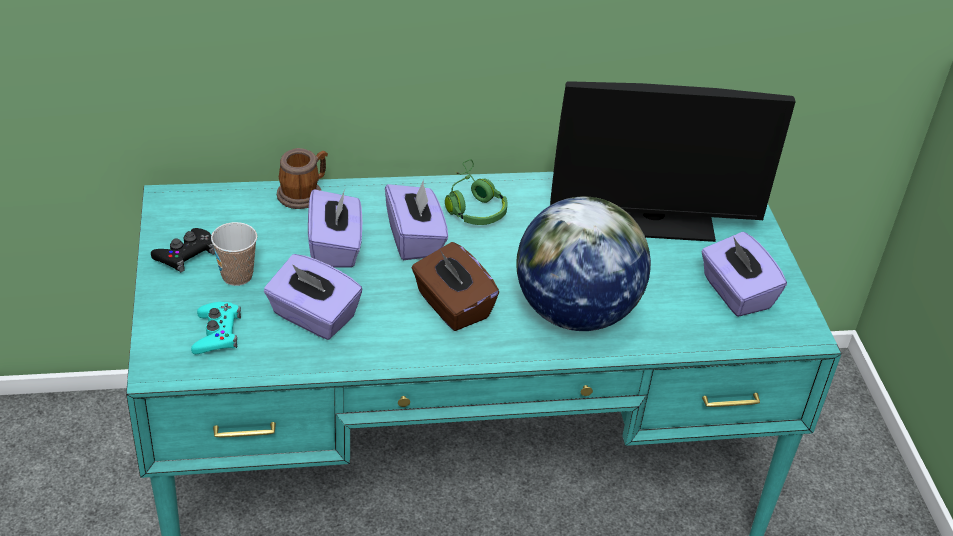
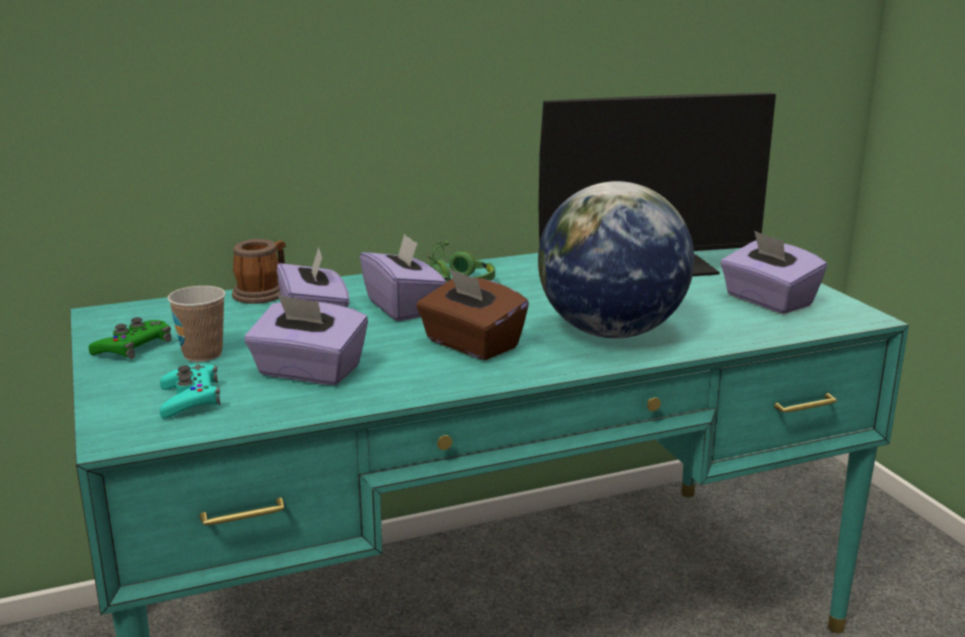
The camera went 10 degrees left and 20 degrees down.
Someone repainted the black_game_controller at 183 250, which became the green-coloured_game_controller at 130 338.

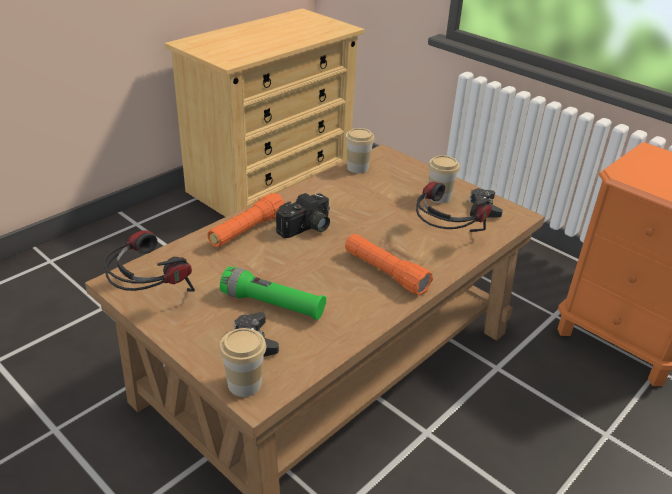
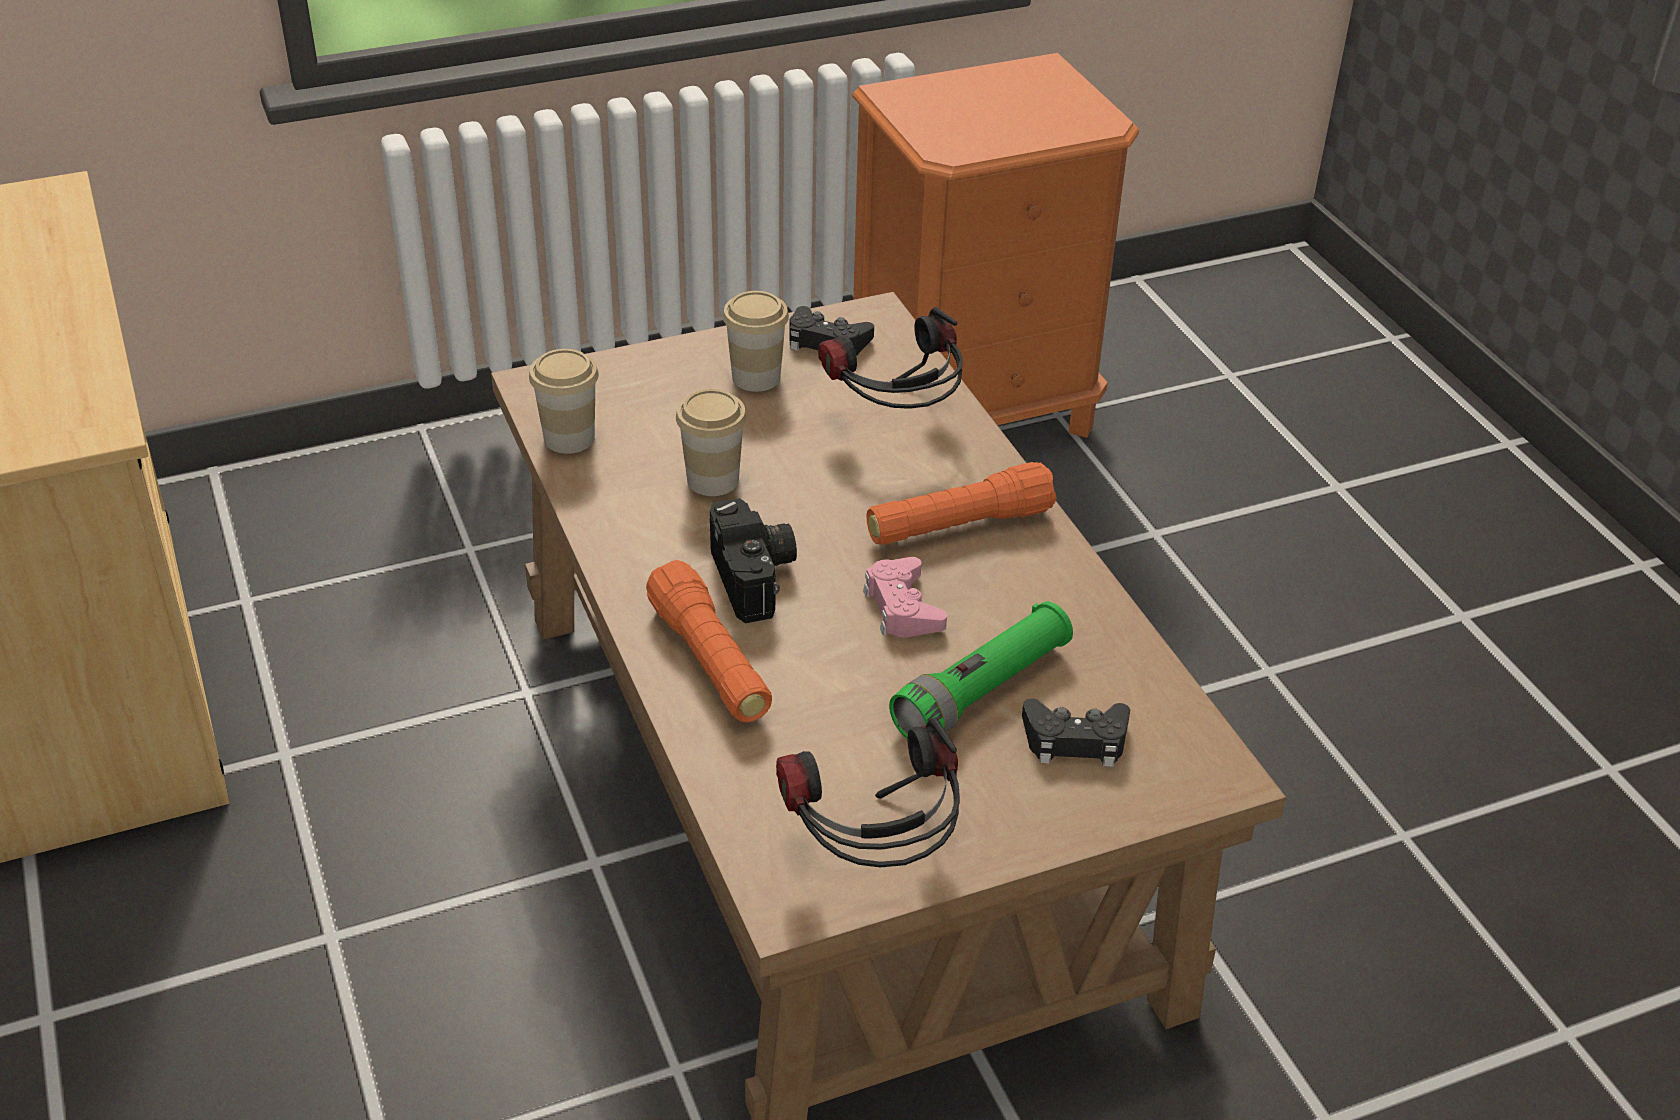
The camera went 65 degrees left and 5 degrees up.
Someone carried the cup from 242 362 to 711 442.
Someone put down the pink_game_controller at 905 597.

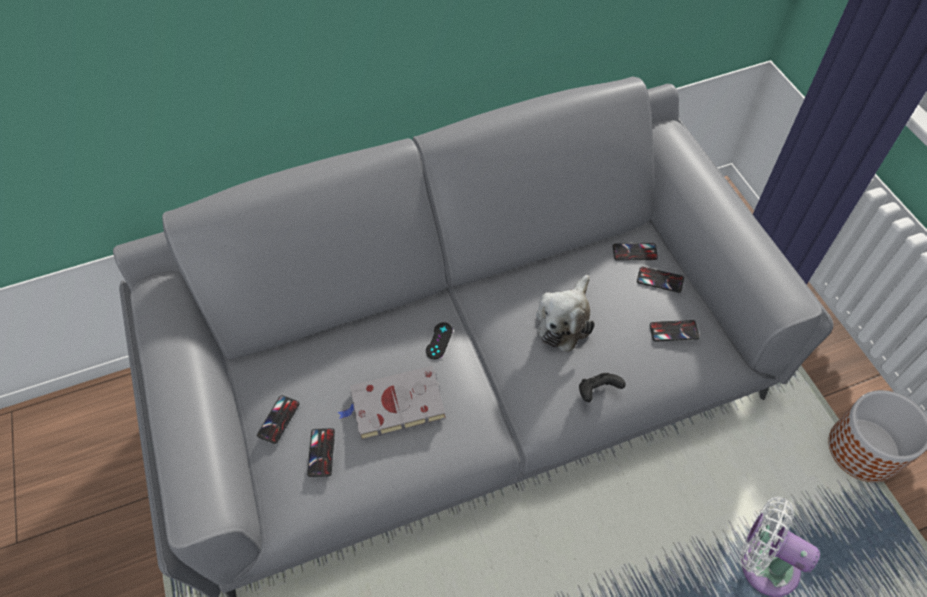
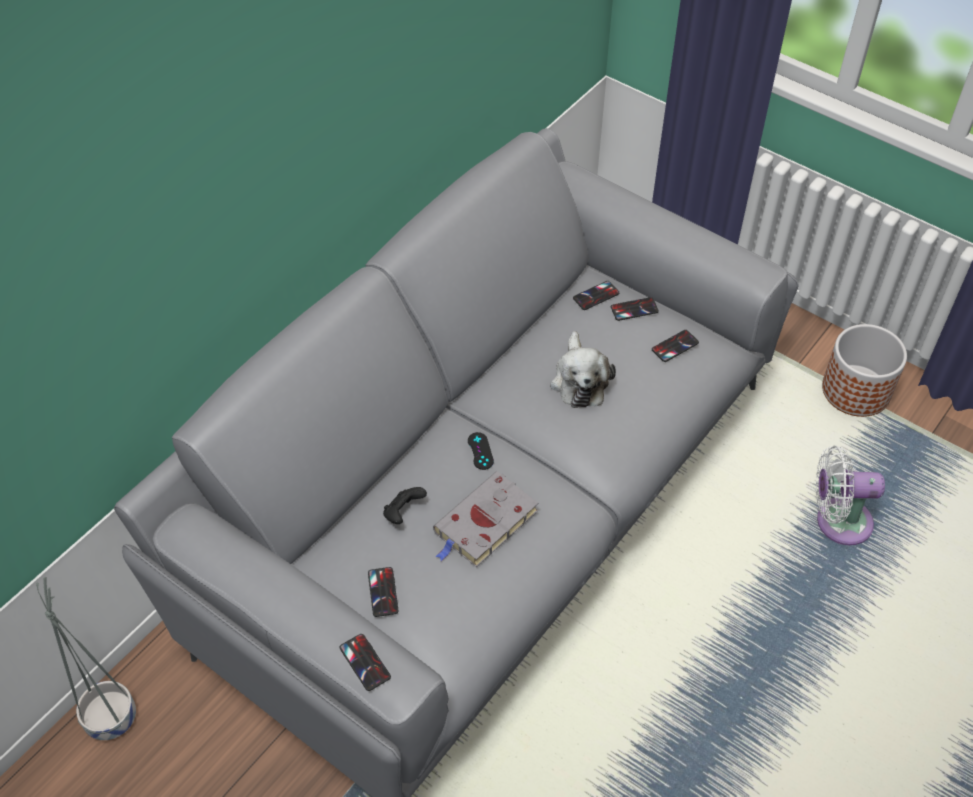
The camera went 35 degrees left and 5 degrees down.
Someone carried the handset from 321 452 to 365 662.
Someone carried the black_game_controller from 602 387 to 405 505.
Someone put down the gray_flower_pot at 86 658.

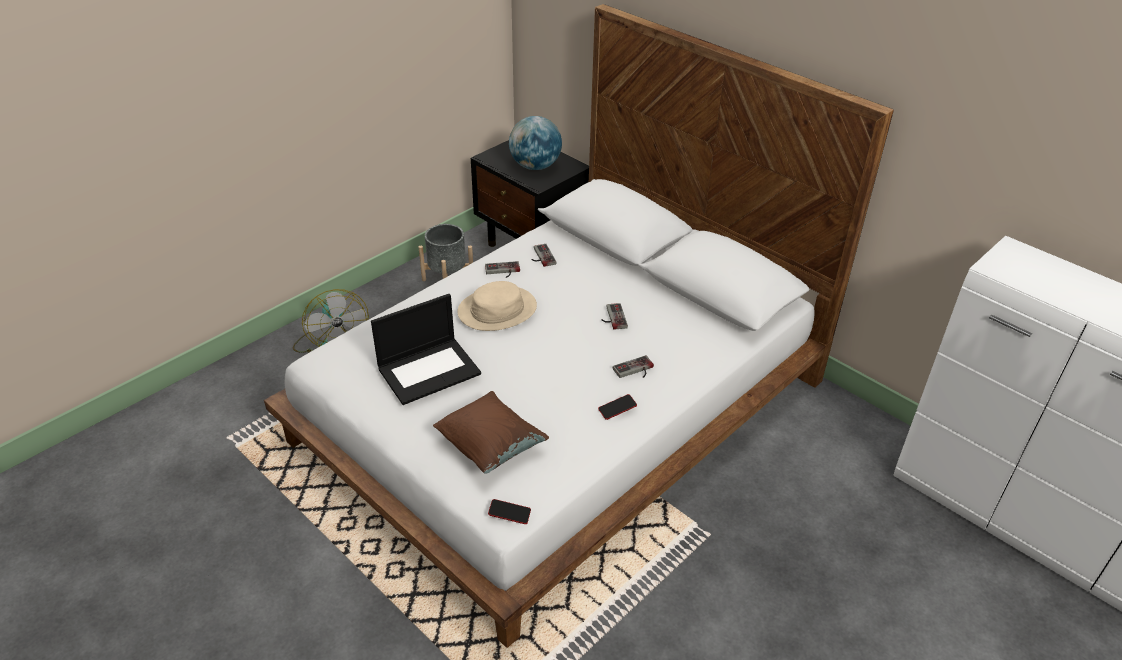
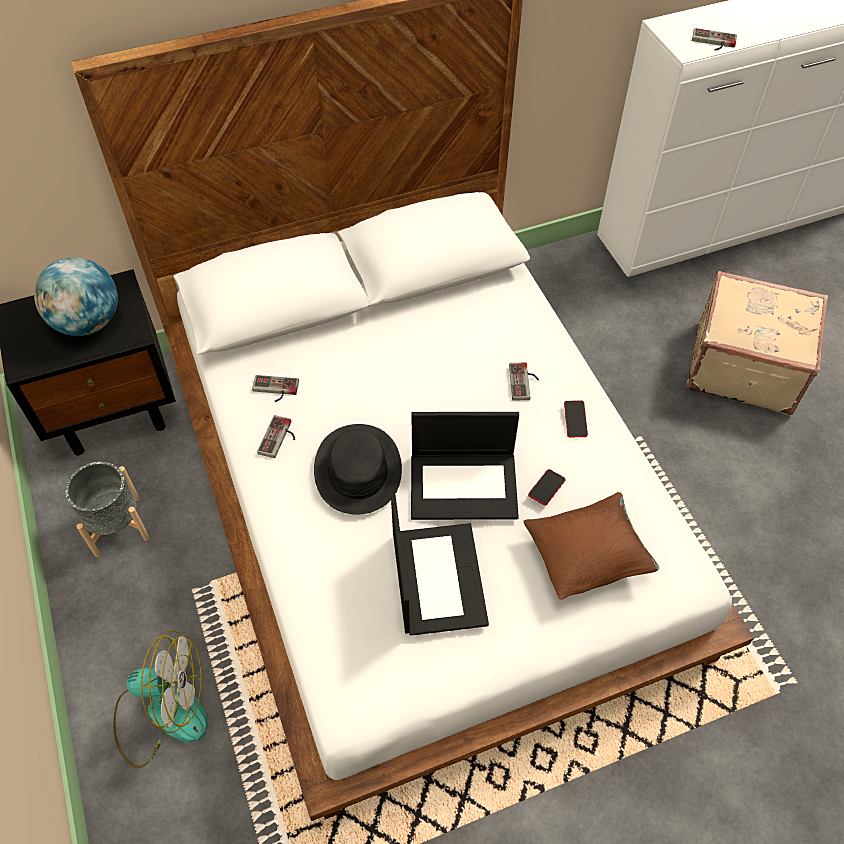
The camera went 65 degrees left and 15 degrees up.
Someone repainted the sand-coloured_hat at 497 306, which became the black_hat at 358 469.
Someone carried the handset from 509 511 to 547 487.
Someone carried the game_controller from 615 316 to 714 39.
Someone put down the notebook_computer at 465 466.
Someone put down the sand-coloured_travel_case at 757 343.

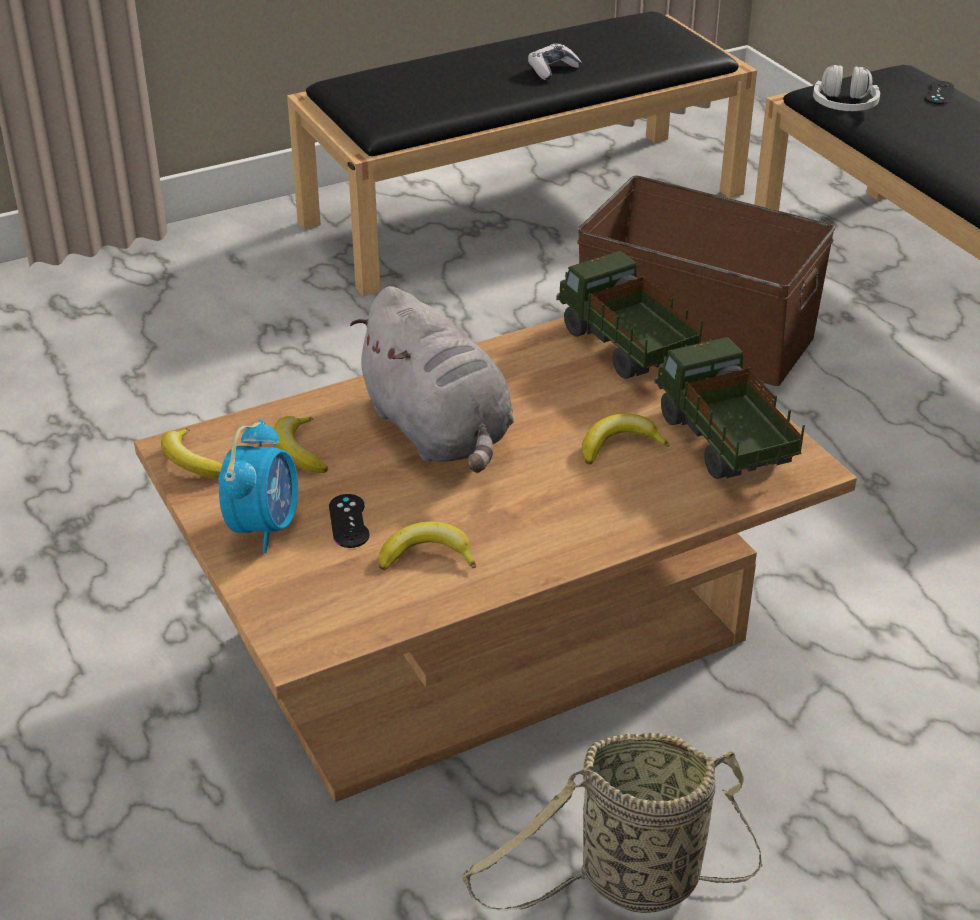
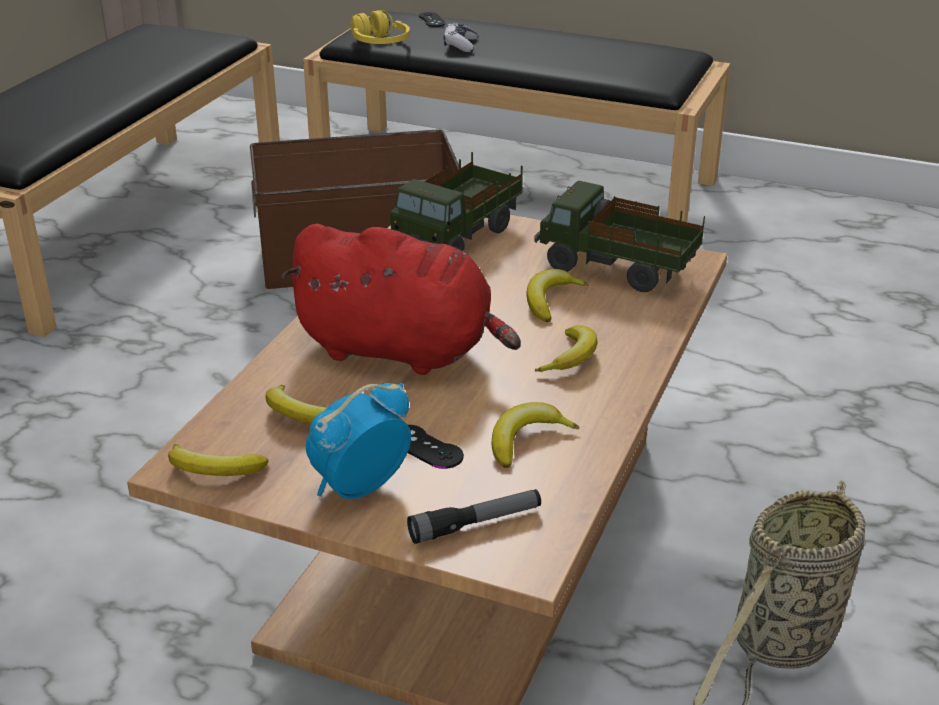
The camera went 40 degrees left and 5 degrees down.
Someone rotated the bedside_clock at 258 486 by 105 degrees counterclockwise.
Someone repainted the gray_cuddly_toy at 432 379, which became the reddish_cuddly_toy at 401 299.
Someone carried the game_controller from 555 62 to 460 37.
Someone rotated the model_truck at 629 315 by 75 degrees counterclockwise.
Someone repainted the white-coloured_pair_of_headphones at 846 88, which became the yellow-coloured_pair_of_headphones at 380 27.
Someone put down the hand_torch at 474 516.
Someone put down the banana at 565 348.

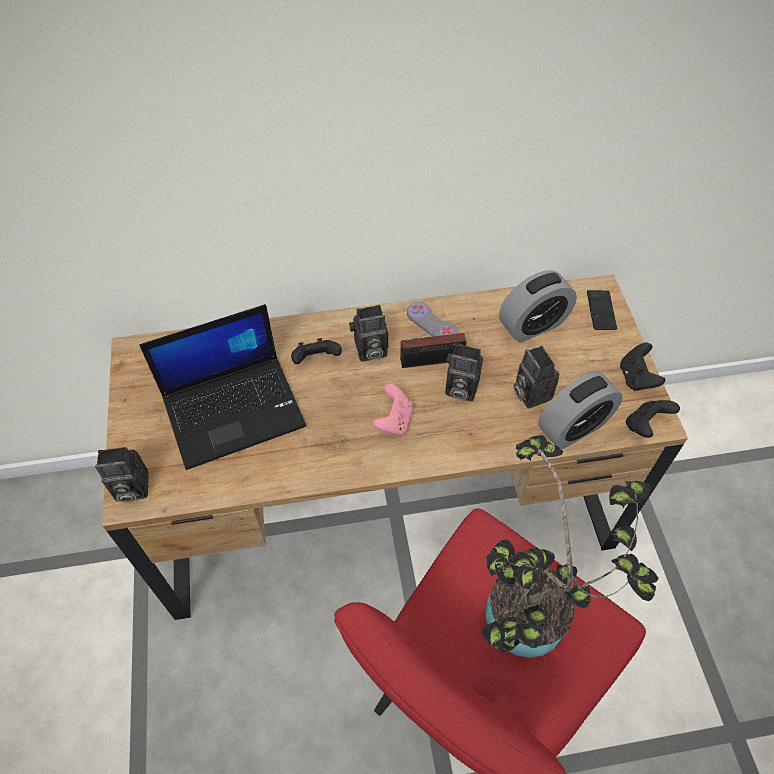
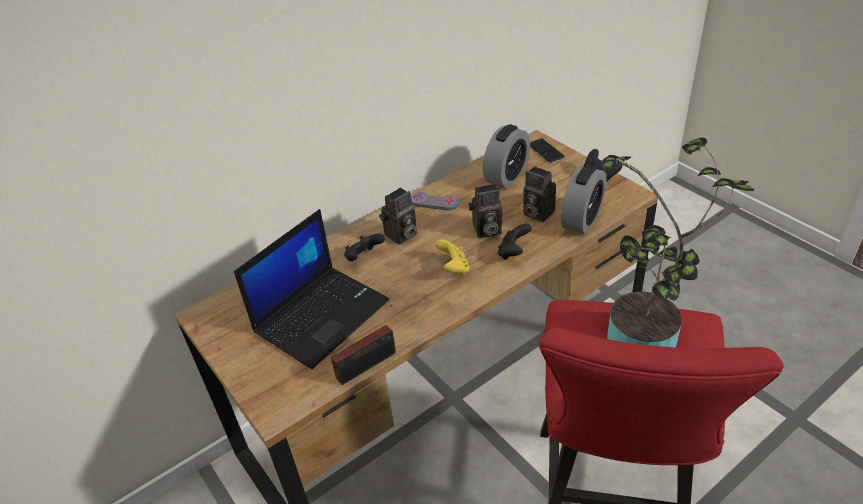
The camera went 25 degrees left and 15 degrees down.
Someone took away the photo_camera at 122 475.
Someone repainted the pink_game_controller at 392 409, which became the yellow-coloured_game_controller at 452 257.
Someone carried the radio_set from 437 343 to 363 345.
Someone carried the black_game_controller from 653 419 to 515 242.

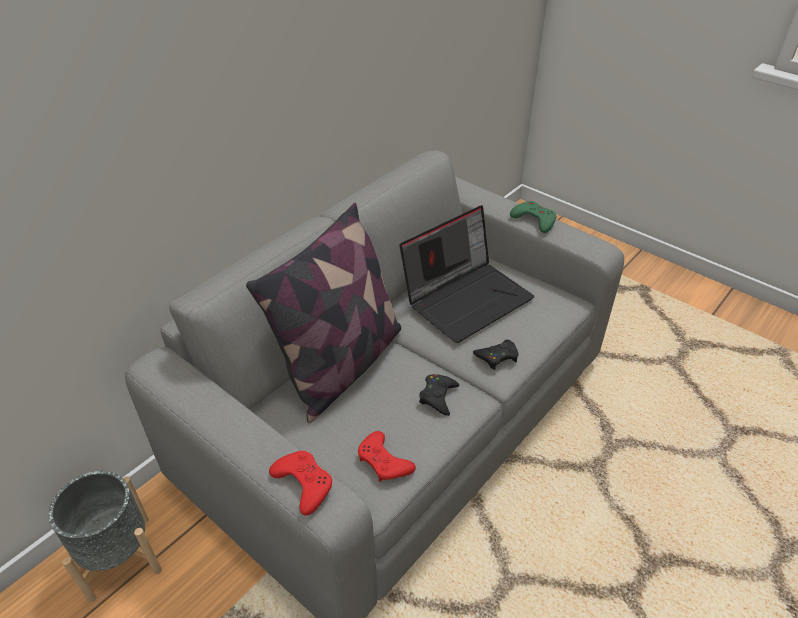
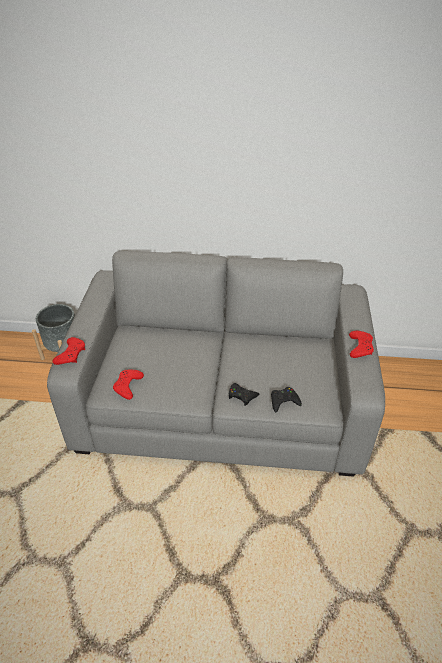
The camera went 55 degrees right and 0 degrees up.
Someone took away the cushion at 323 313.
Someone took away the notebook_computer at 466 274.
Someone carried the black_game_controller from 439 395 to 286 399.
Someone repainted the green-coloured_game_controller at 533 217, which became the reddish_game_controller at 361 344.

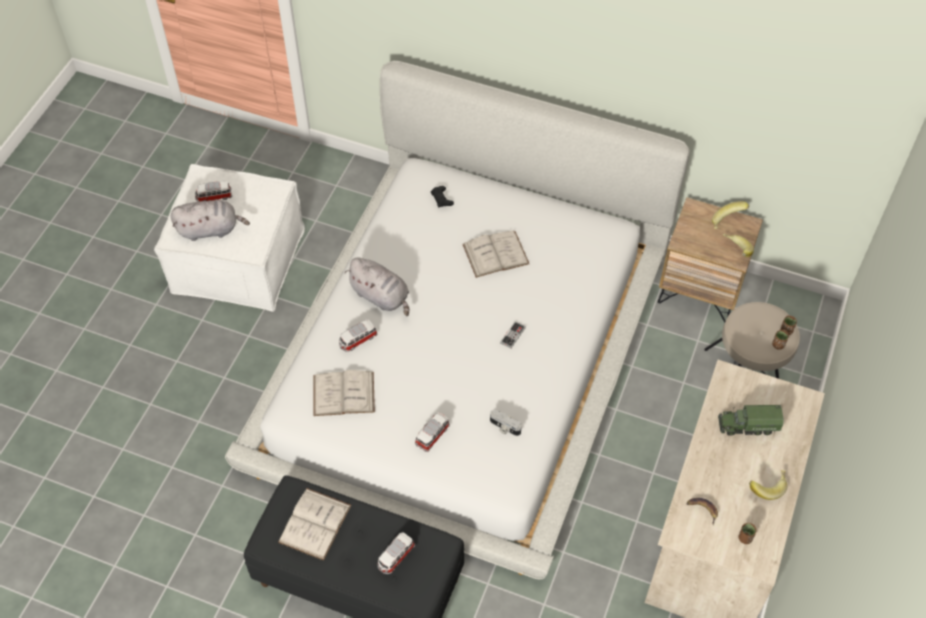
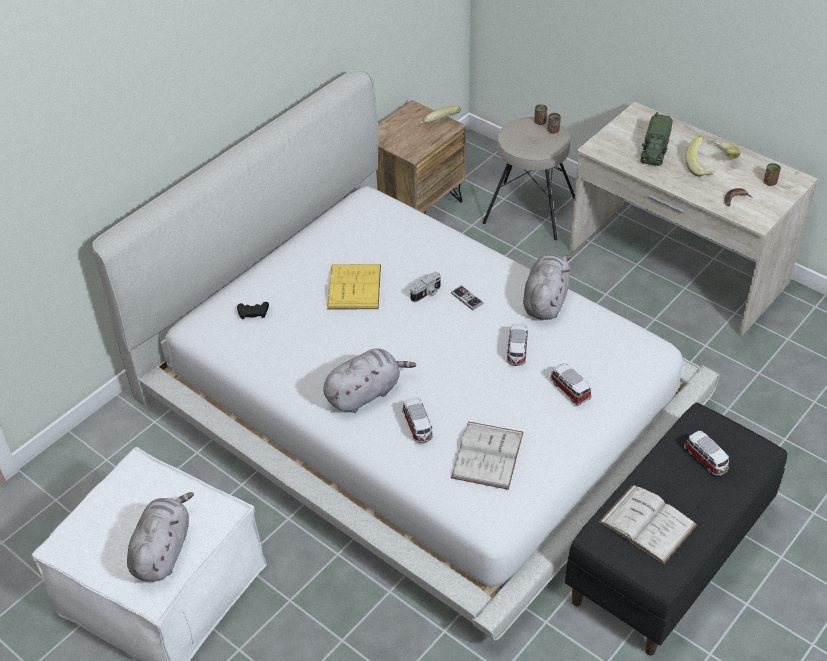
The camera went 70 degrees left and 10 degrees down.
Someone carried the miniature_car from 213 191 to 517 345.
Someone repainted the white-coloured_book at 496 254, which became the yellow-coloured_book at 354 286.
Someone carried the photo_camera from 506 423 to 425 287.
Someone carried the banana from 730 215 to 700 156.
Someone put down the gray_cuddly_toy at 547 287.

